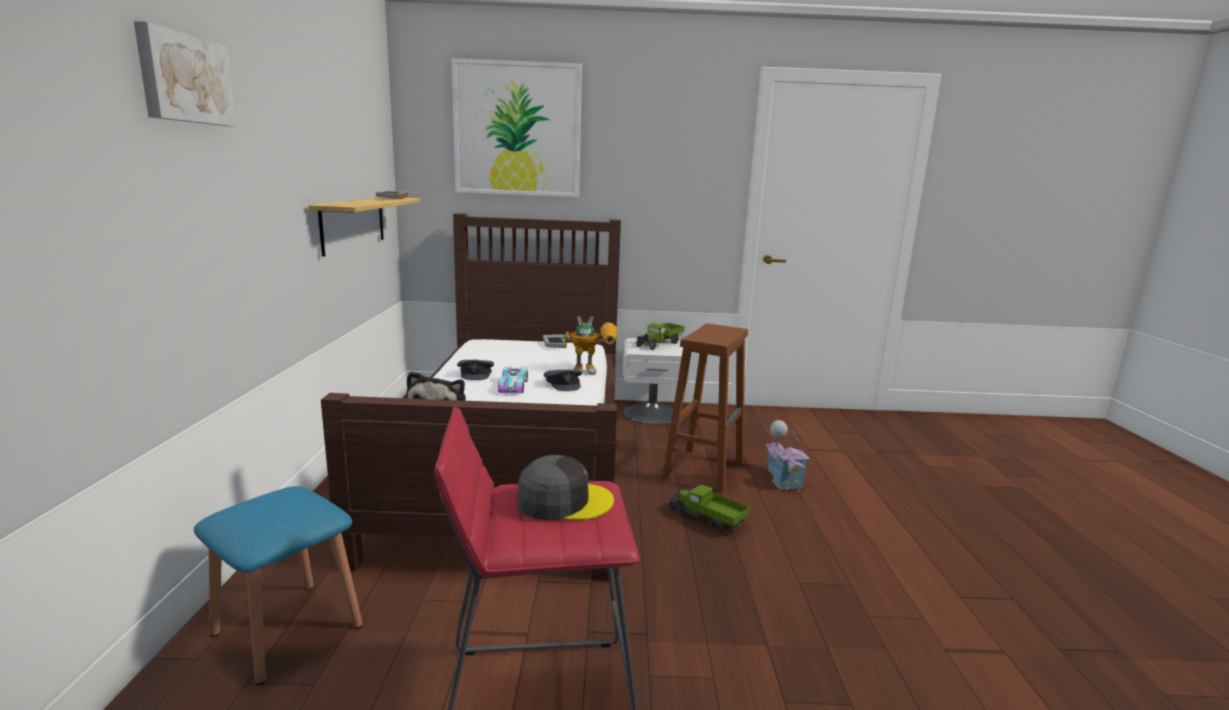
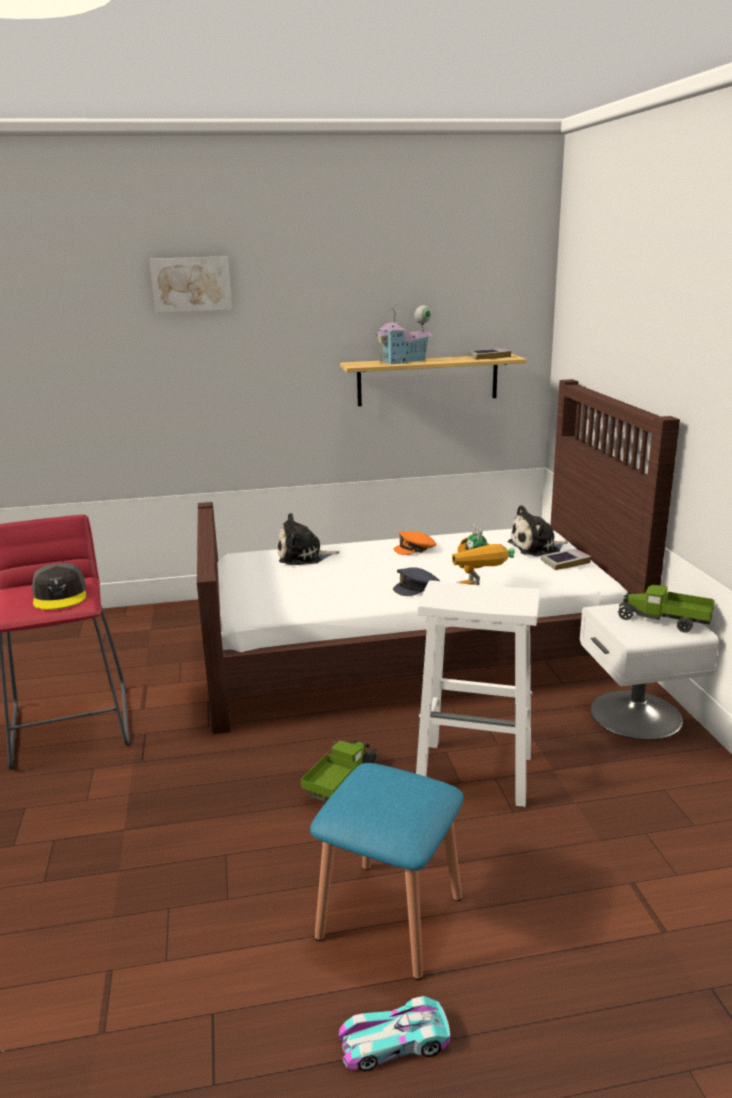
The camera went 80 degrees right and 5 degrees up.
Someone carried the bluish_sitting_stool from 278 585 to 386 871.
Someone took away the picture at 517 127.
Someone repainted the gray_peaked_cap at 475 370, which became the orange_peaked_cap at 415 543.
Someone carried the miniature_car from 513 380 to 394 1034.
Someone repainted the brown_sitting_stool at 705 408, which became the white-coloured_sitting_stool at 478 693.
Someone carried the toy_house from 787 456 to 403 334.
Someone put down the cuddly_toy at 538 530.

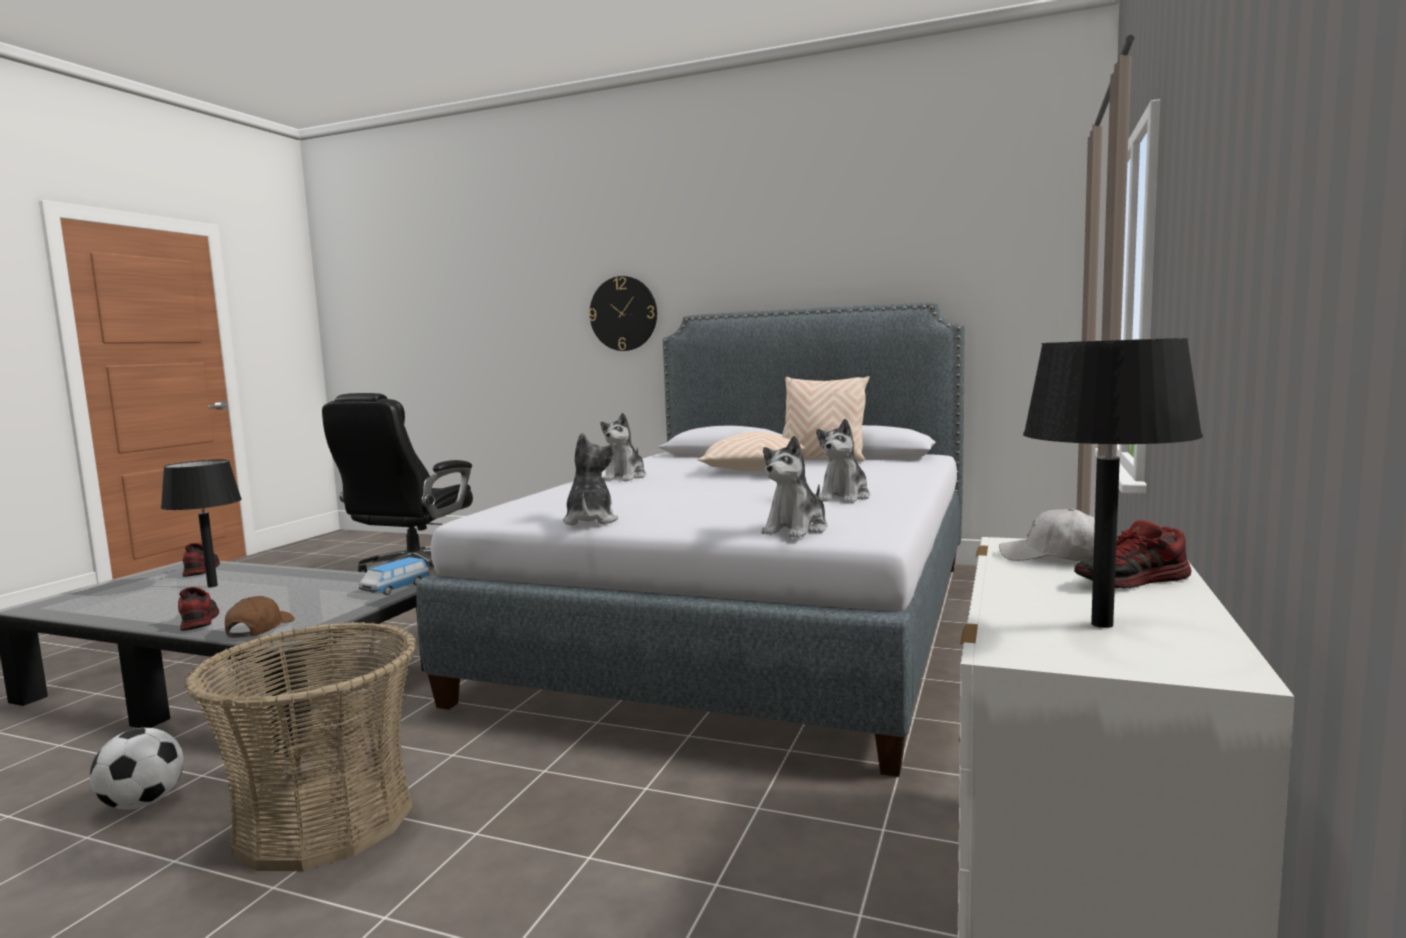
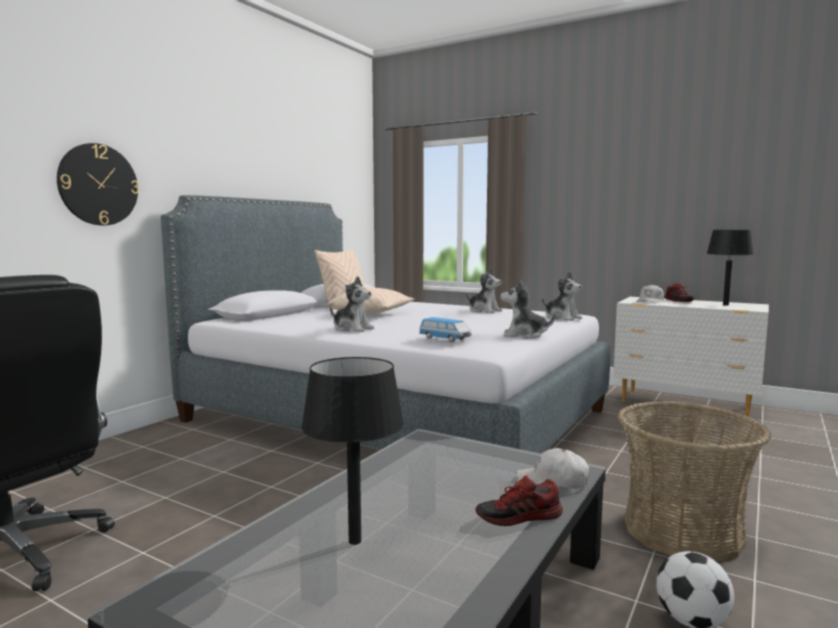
The camera went 80 degrees left and 0 degrees up.
Someone took away the item_of_footwear at 201 560.
Someone repainted the brown_peaked_cap at 260 617, which became the white-coloured_peaked_cap at 553 468.
Someone carried the miniature_car from 394 576 to 445 329.

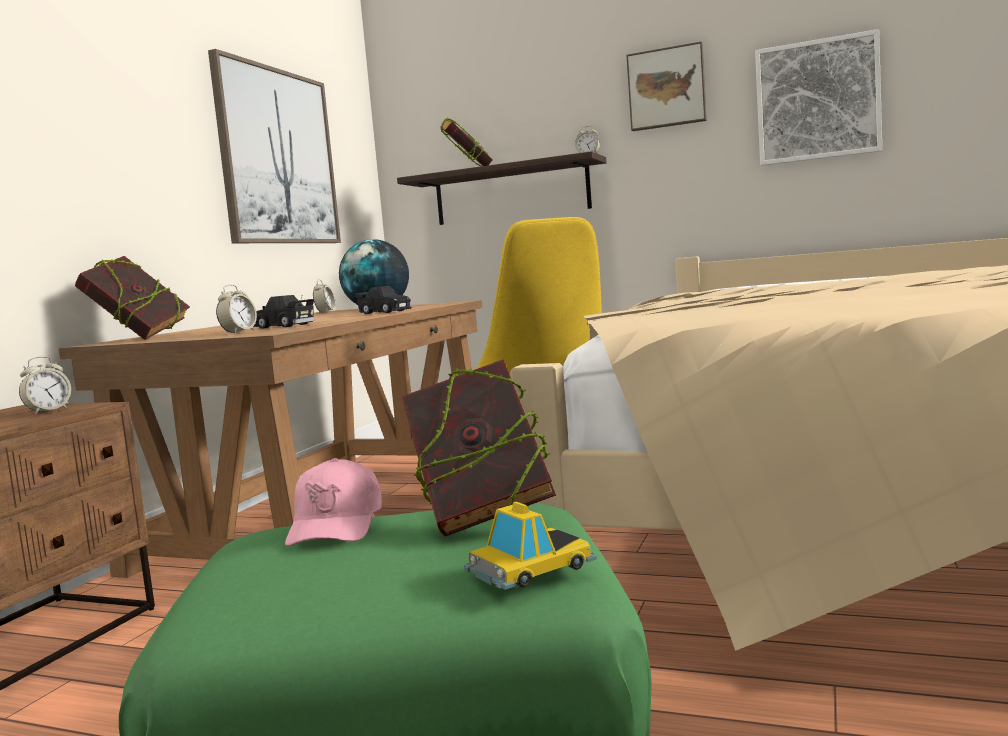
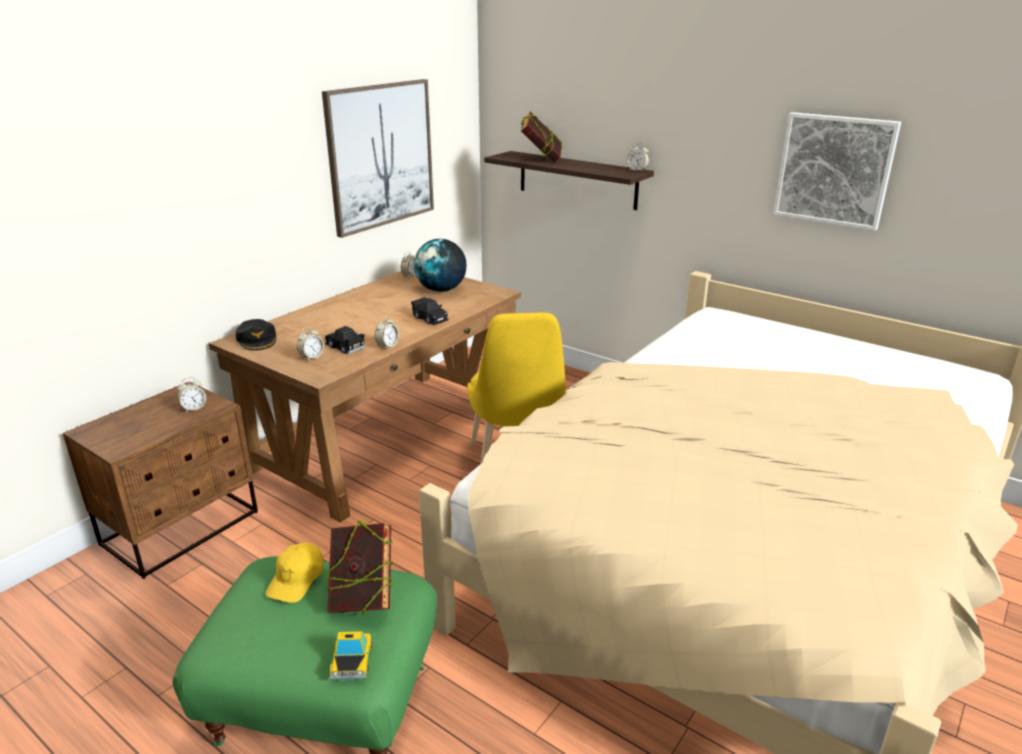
The camera went 15 degrees right and 20 degrees up.
Someone swapped the book at 132 298 for the black_peaked_cap at 255 335.
Someone repainted the pink_peaked_cap at 333 502, which became the yellow-coloured_peaked_cap at 294 573.
Someone rotated the miniature_car at 530 546 by 105 degrees clockwise.
Someone took away the picture at 666 86.
Someone put down the bedside_clock at 387 332.

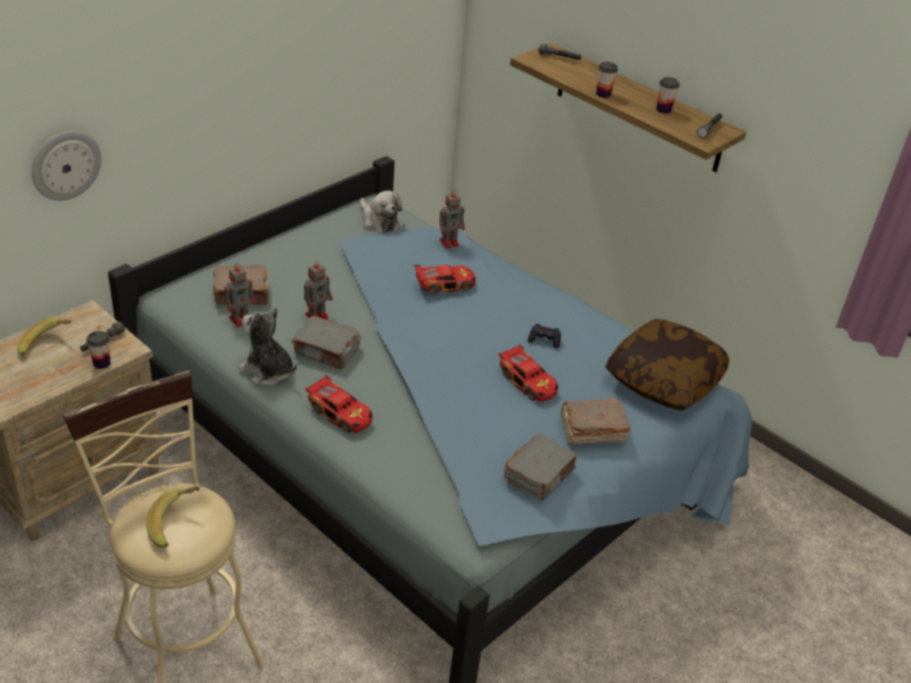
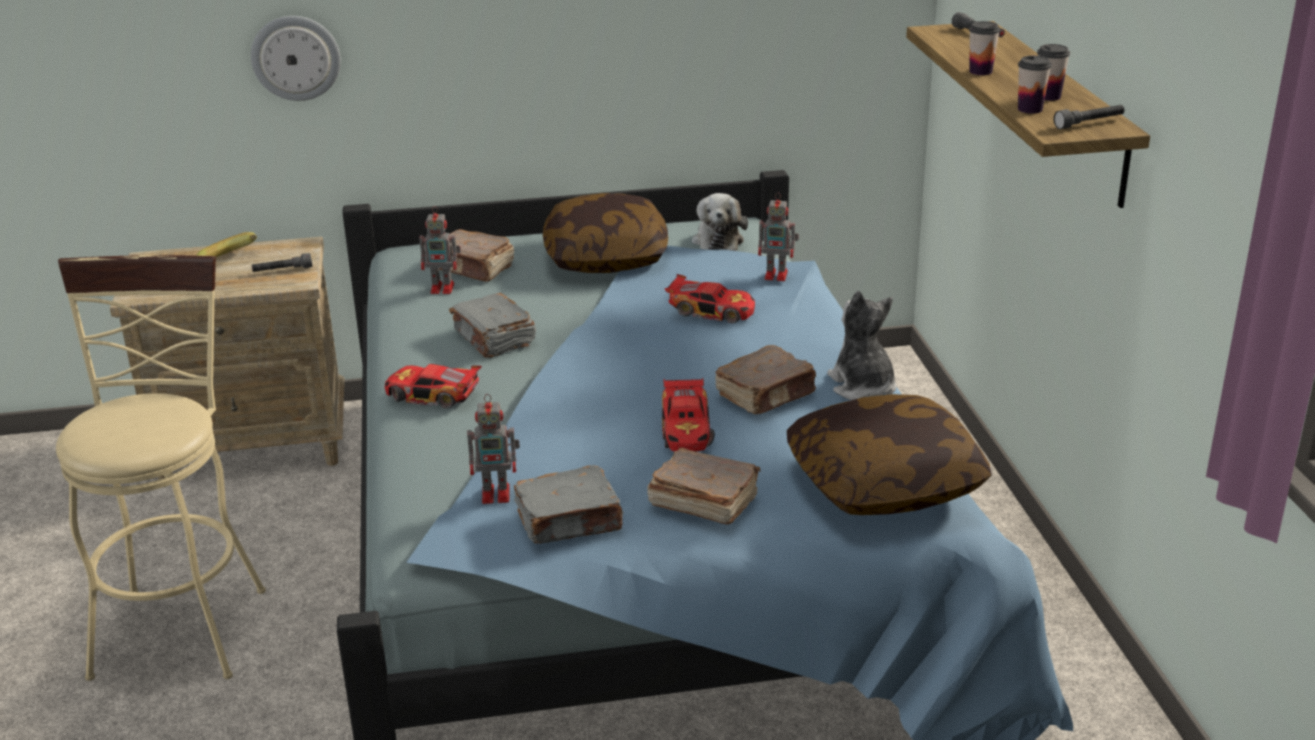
The camera went 40 degrees right and 10 degrees down.
Someone carried the cup from 98 350 to 1035 85.
Someone took away the banana at 172 517.
Someone carried the cuddly_toy from 267 347 to 862 345.
Someone carried the toy_robot from 318 289 to 493 449.
Someone rotated the miniature_car at 339 404 by 120 degrees clockwise.
Someone swapped the black_game_controller at 544 336 for the brown_book at 765 379.
Someone put down the cushion at 605 233.

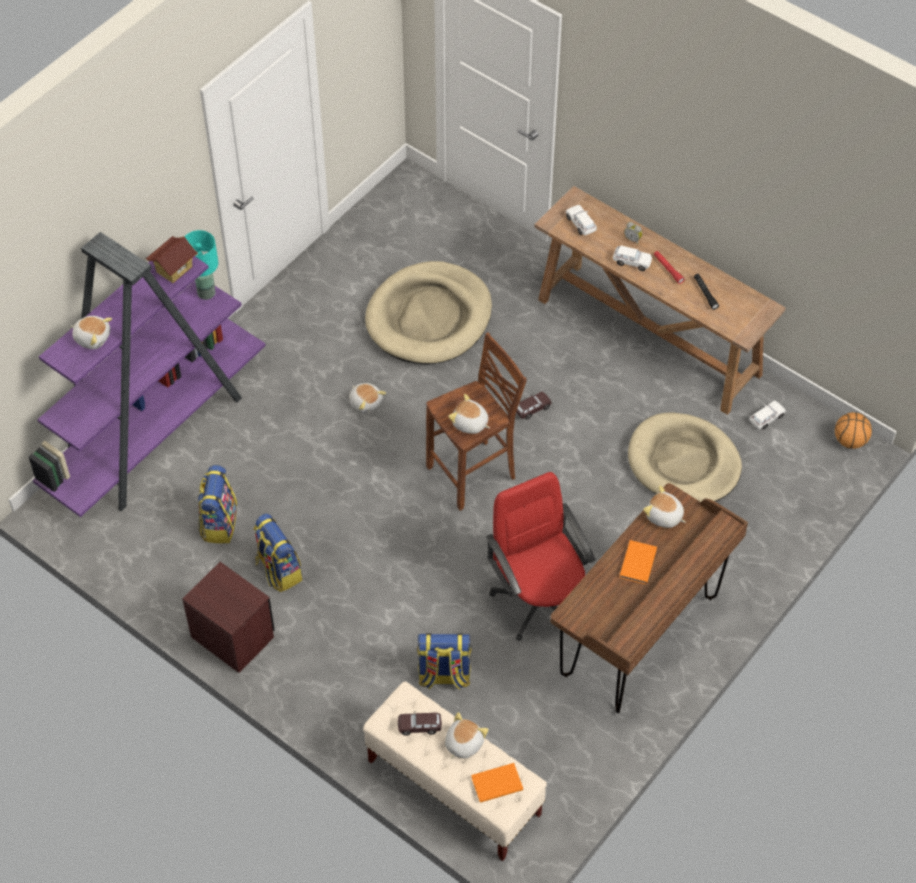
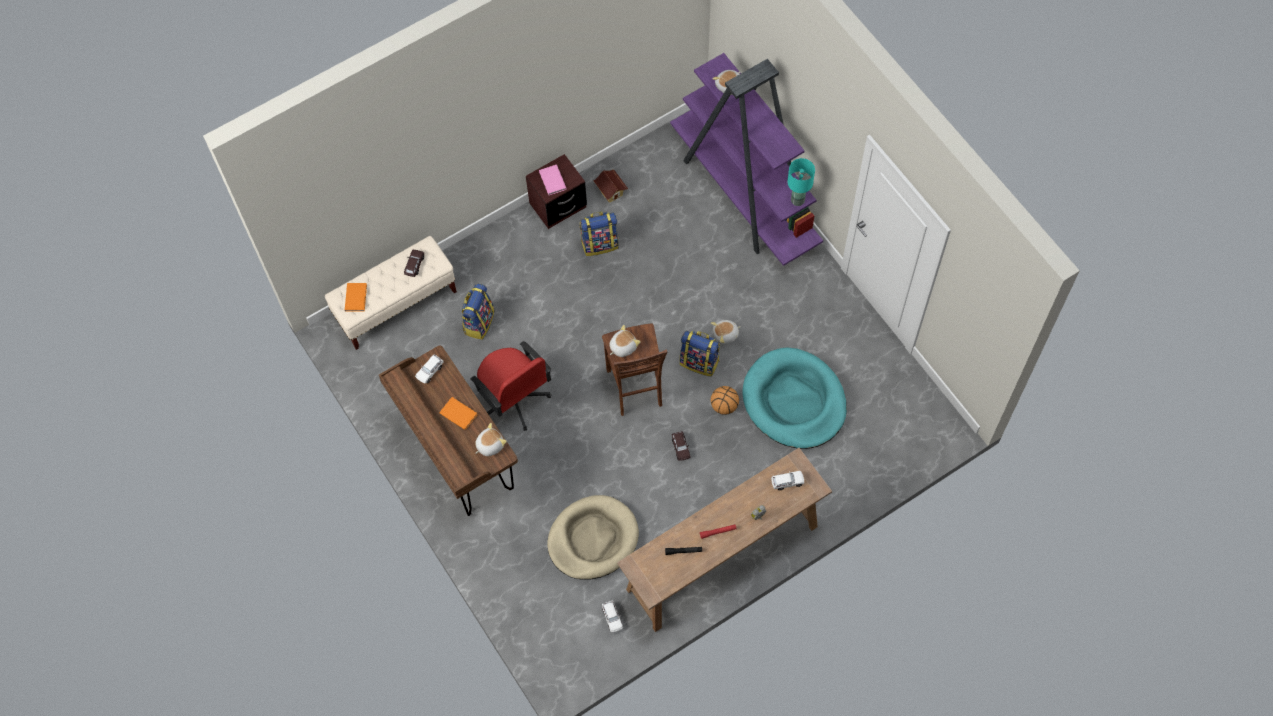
The camera went 110 degrees right and 10 degrees up.
Someone carried the toy_house from 172 259 to 611 186.
Someone carried the rucksack from 217 504 to 700 354.
Someone repainted the sand-coloured_dog_cushion at 428 312, which became the blue-green_dog_cushion at 794 398.
Someone took away the cuddly_toy at 466 735.
Someone rotated the reddish_office_chair at 540 556 by 60 degrees clockwise.
Someone carried the white-coloured_miniature_car from 632 258 to 429 369.
Someone carried the ball_for_basketball from 853 430 to 725 400.
Someone put down the pink_book at 553 180.

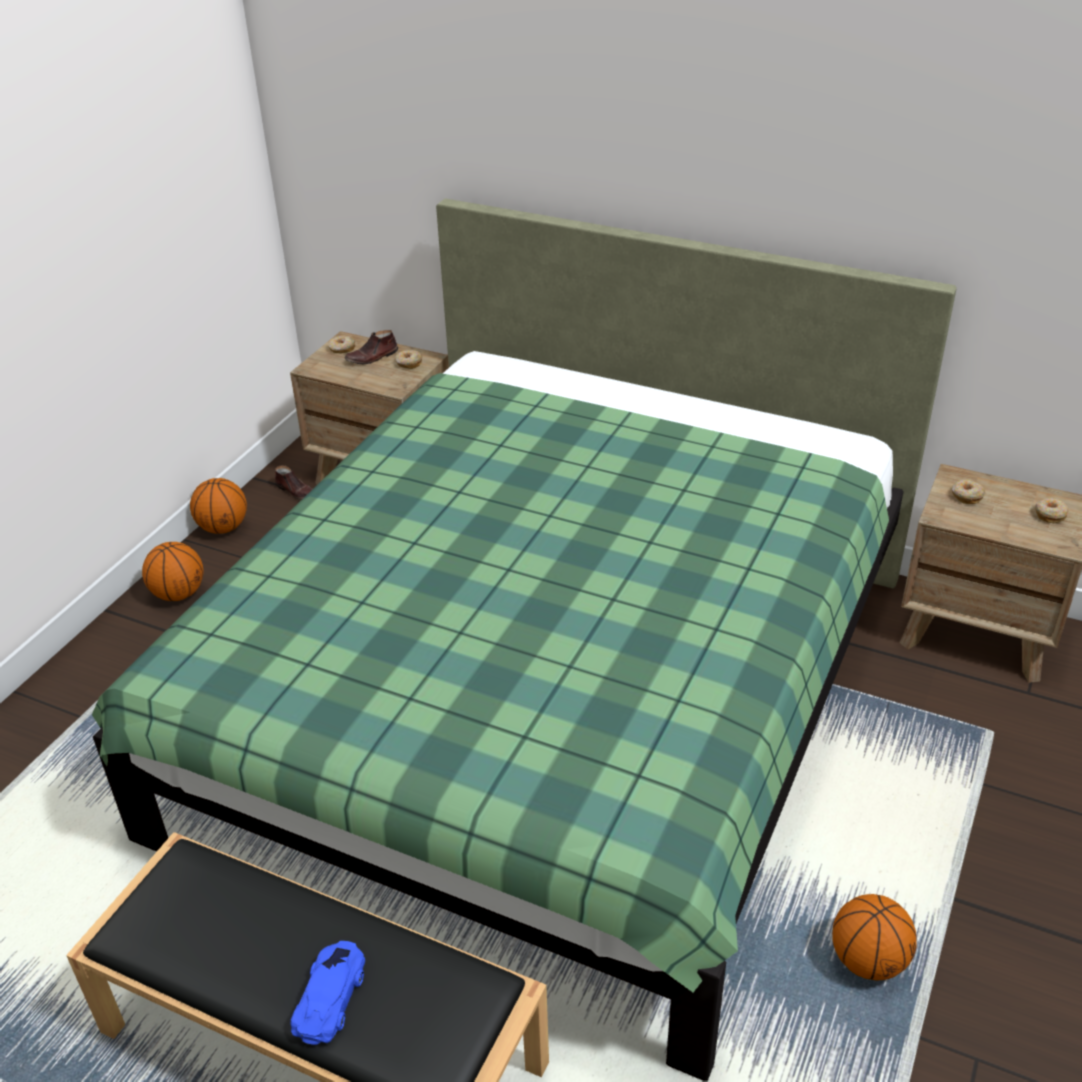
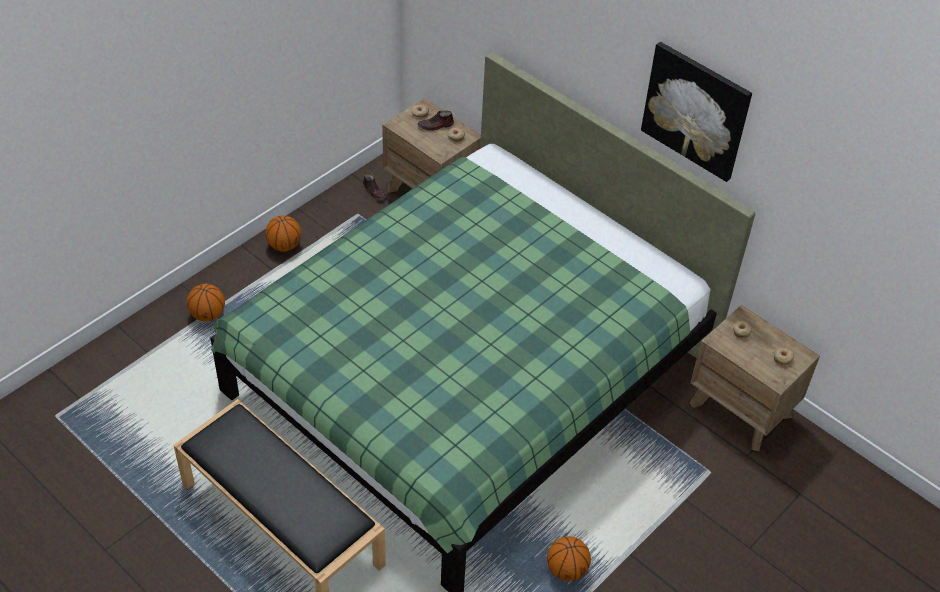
The camera went 15 degrees right and 10 degrees up.
Someone carried the ball_for_basketball from 218 506 to 206 303.
Someone took away the bluish_miniature_car at 328 993.
Someone put up the picture at 696 112.

